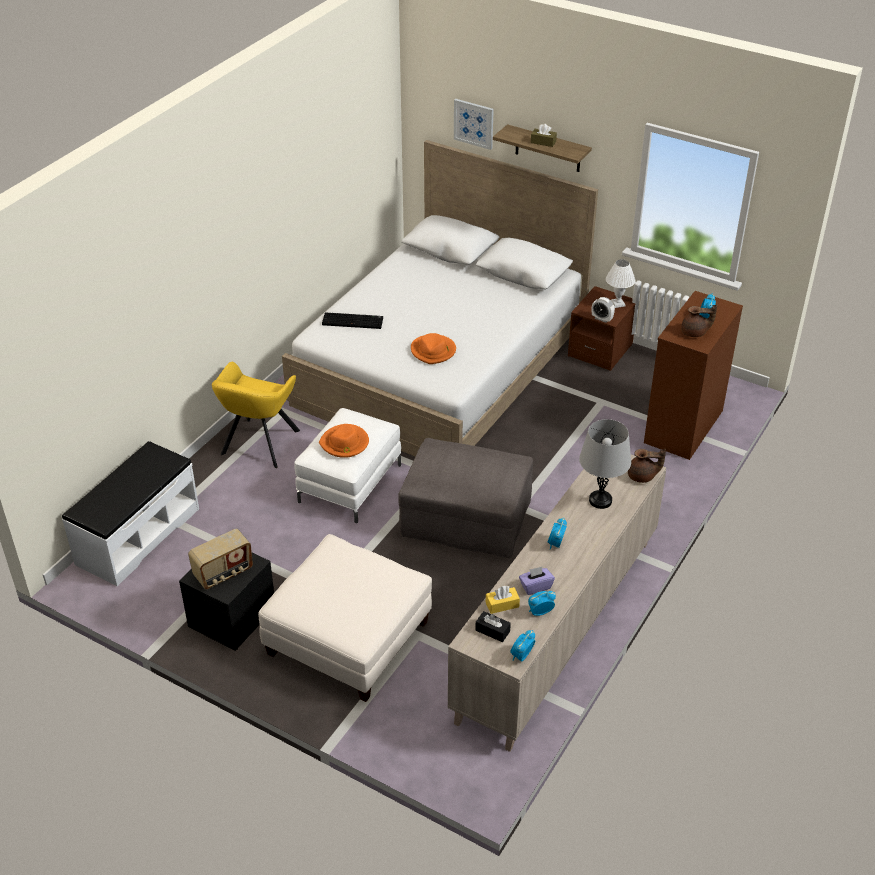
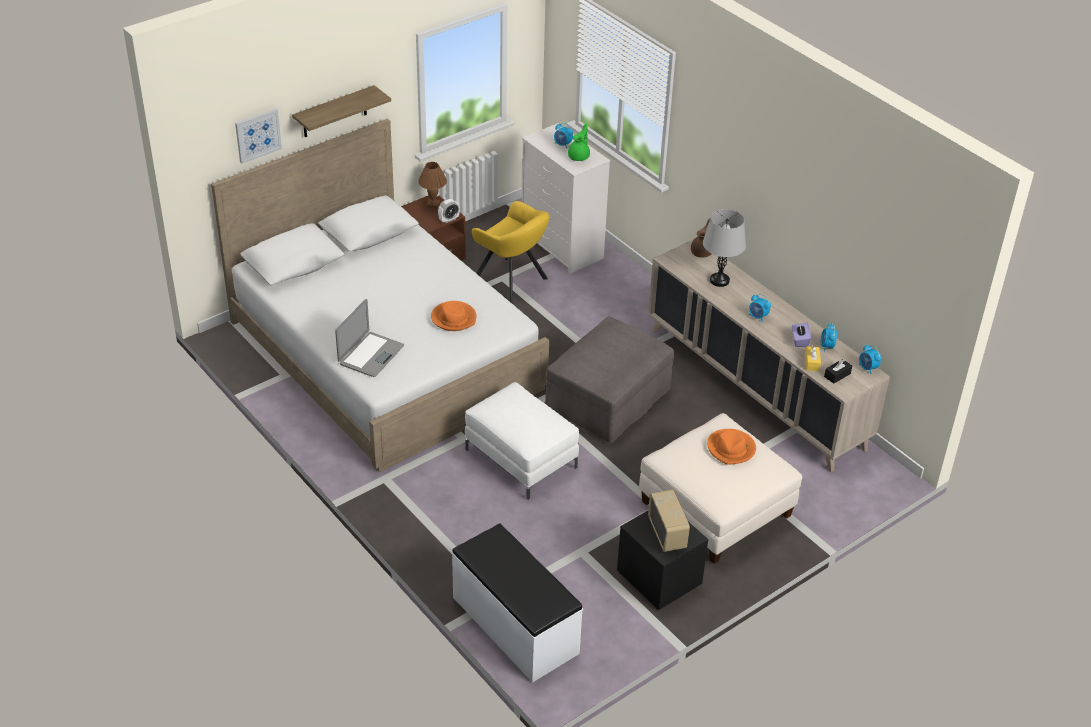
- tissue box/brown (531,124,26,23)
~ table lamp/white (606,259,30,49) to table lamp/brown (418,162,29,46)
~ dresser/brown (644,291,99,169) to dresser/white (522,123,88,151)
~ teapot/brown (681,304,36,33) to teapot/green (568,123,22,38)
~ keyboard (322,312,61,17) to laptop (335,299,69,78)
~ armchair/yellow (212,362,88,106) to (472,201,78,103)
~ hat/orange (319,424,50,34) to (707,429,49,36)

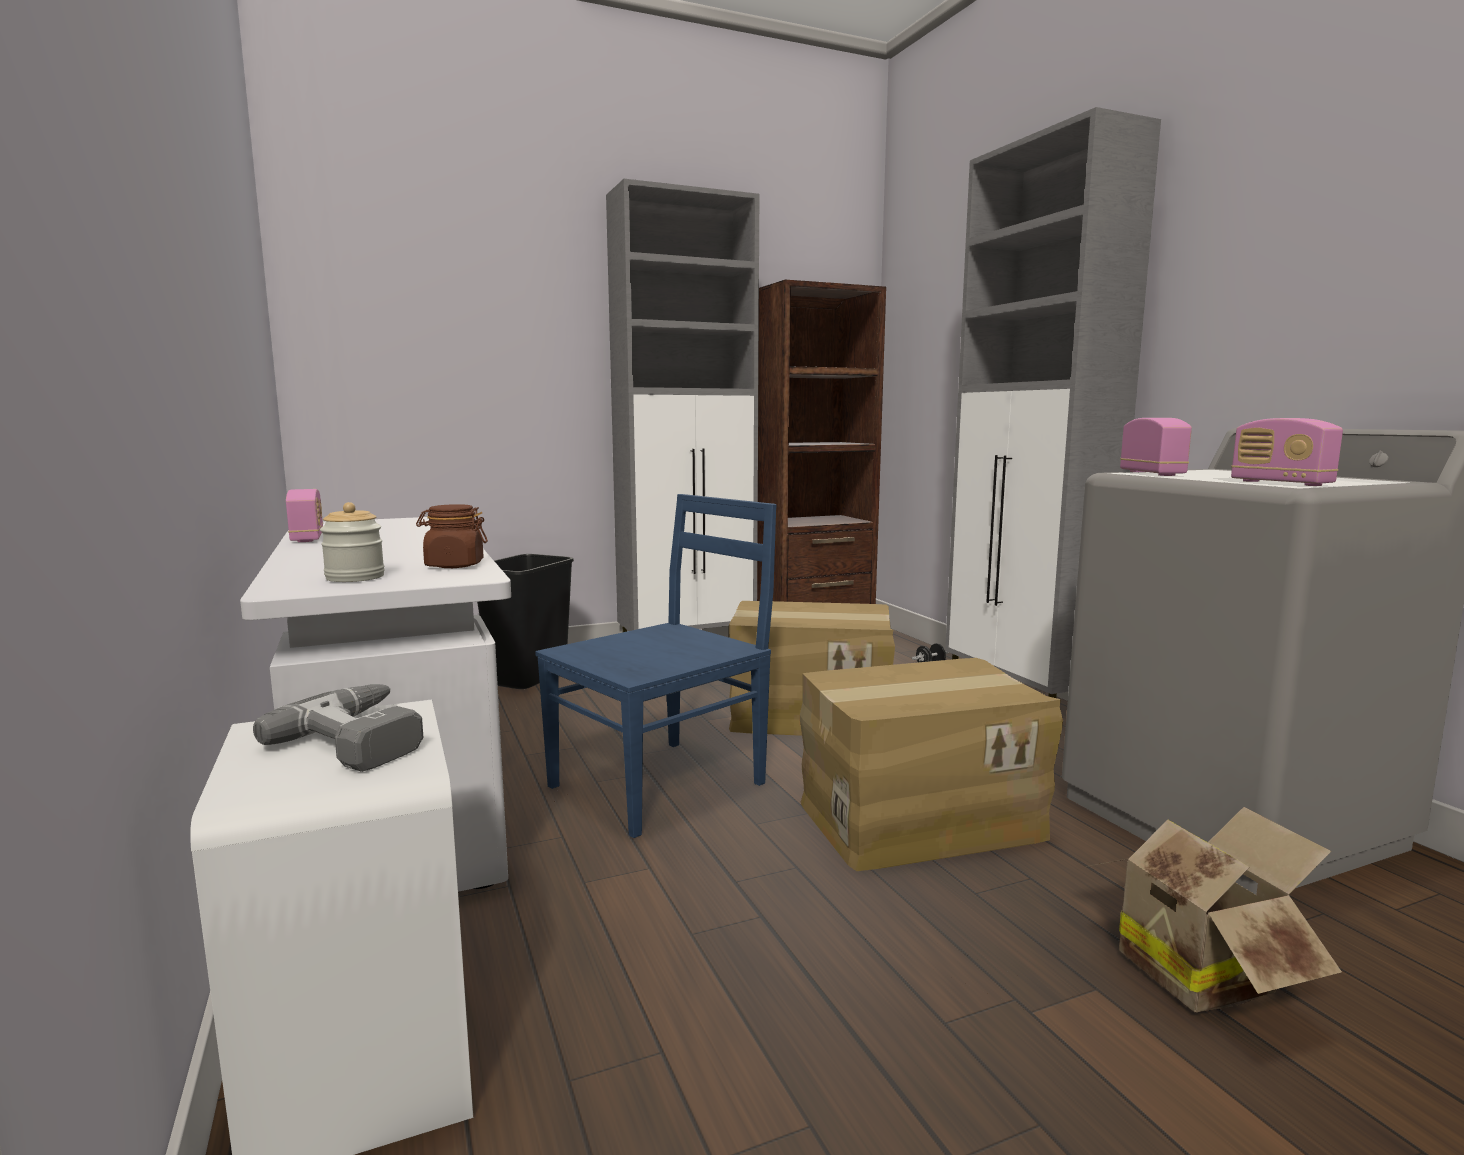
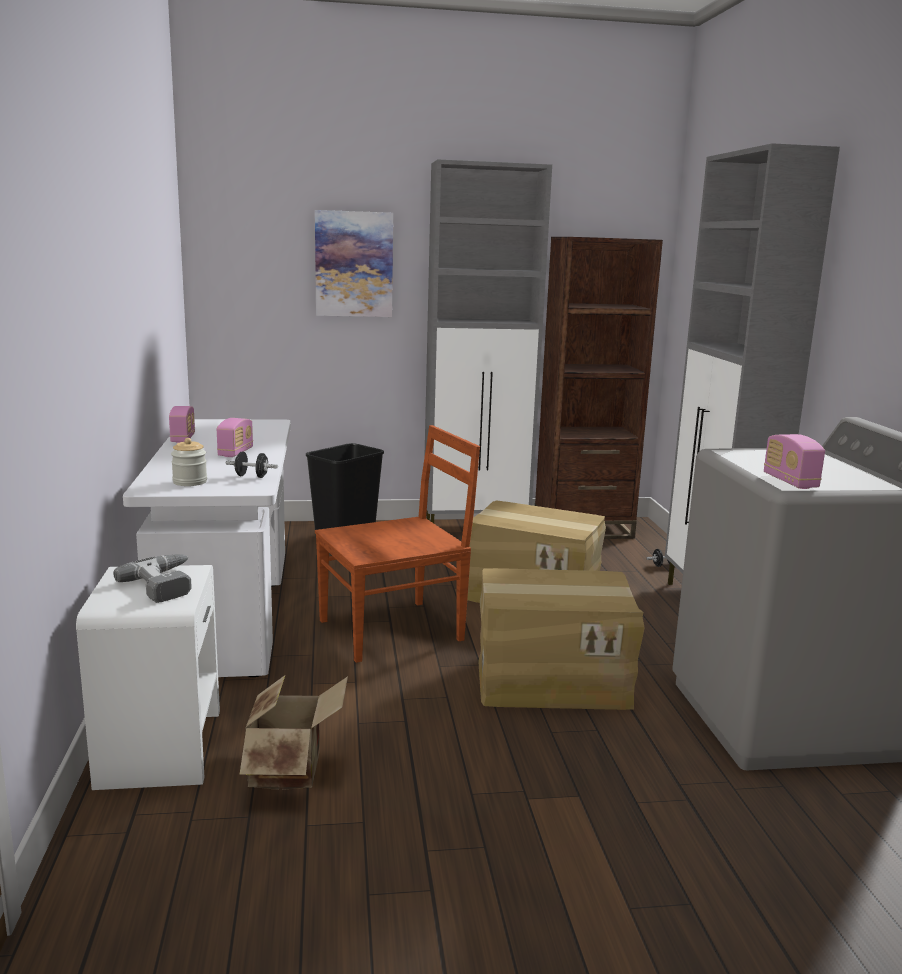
~ radio (1120,418,72,58) to (217,418,36,39)
~ chair/blue (535,494,242,344) to chair/brown (315,425,165,238)
~ jar/brown (416,504,72,64) to dumbbell/black (226,451,52,27)
~ cardboard box (1085,807,257,206) to (240,675,108,115)
+ picture (315,210,78,107)

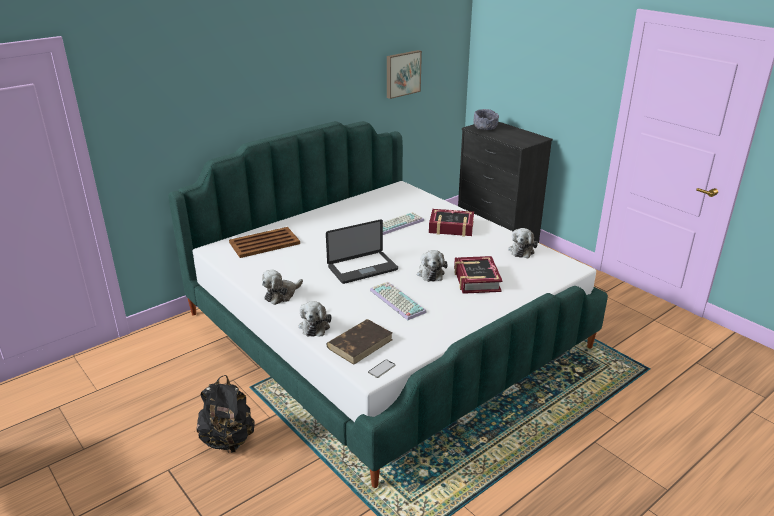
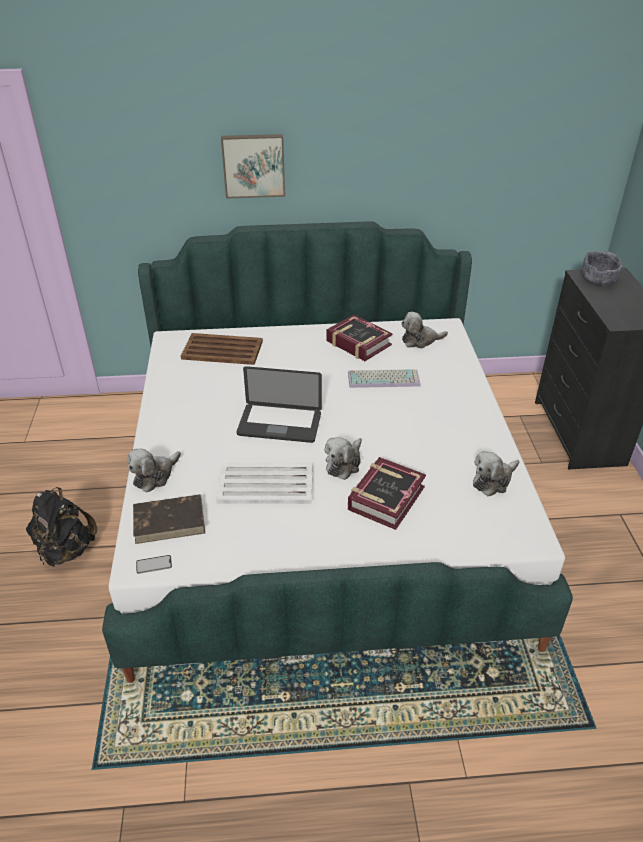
~ picture (387,50,35,49) to (221,134,64,65)
~ book (429,209,45,28) to (326,315,67,46)
~ plush toy (262,270,41,35) to (401,312,47,36)
~ keyboard (370,282,57,38) to tray/white (216,463,96,41)

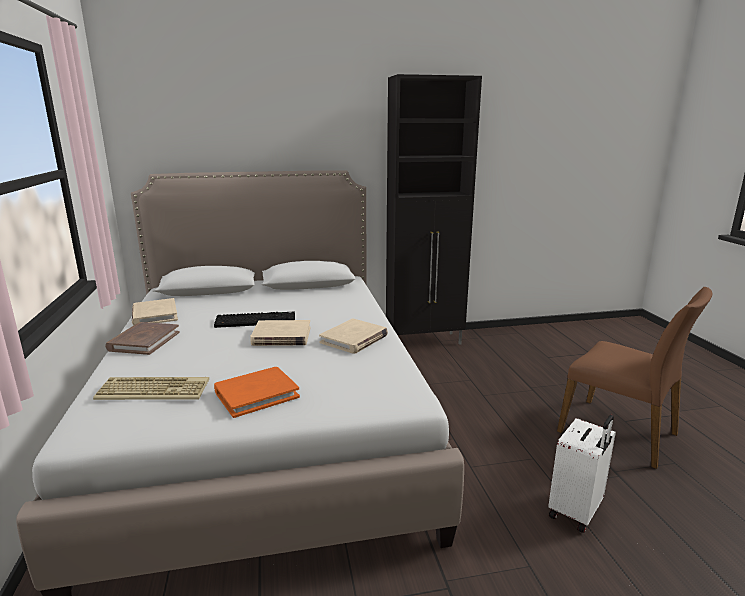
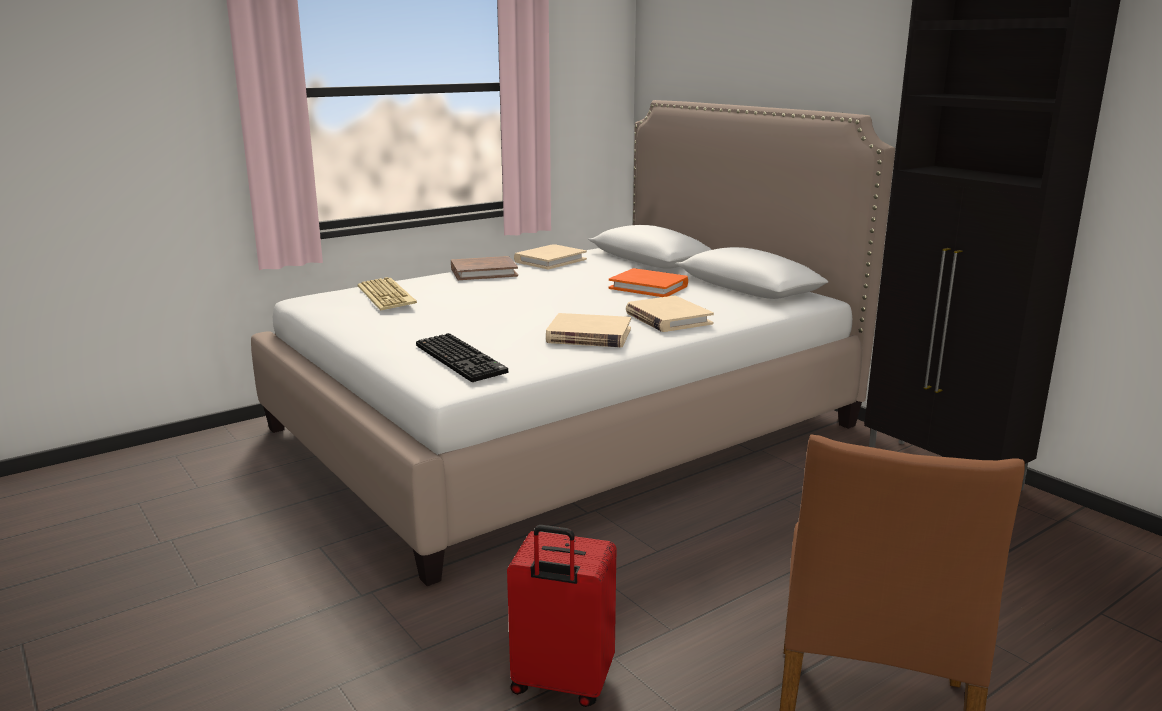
~ keyboard (214,312,81,16) to (416,333,93,49)
~ book/beige (250,320,60,26) to (626,295,88,37)
~ book/orange (214,367,86,51) to (609,268,79,29)
~ suitcase/white (548,415,68,118) to suitcase/red (507,525,109,182)

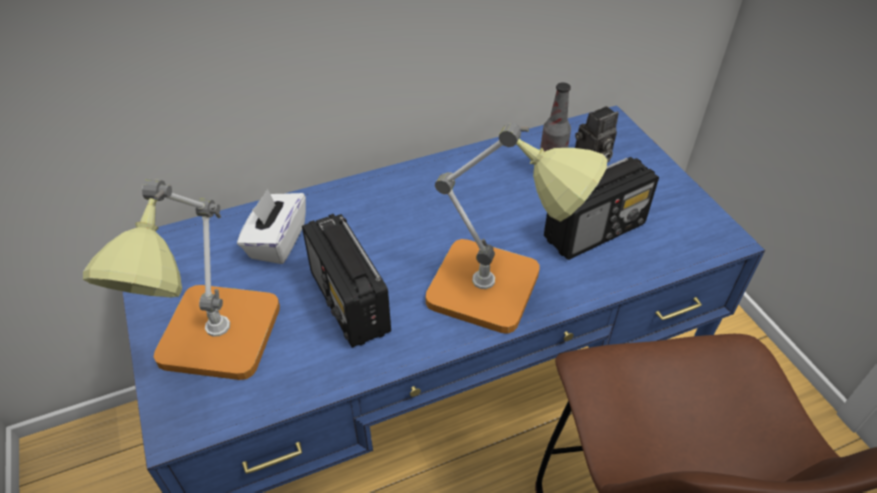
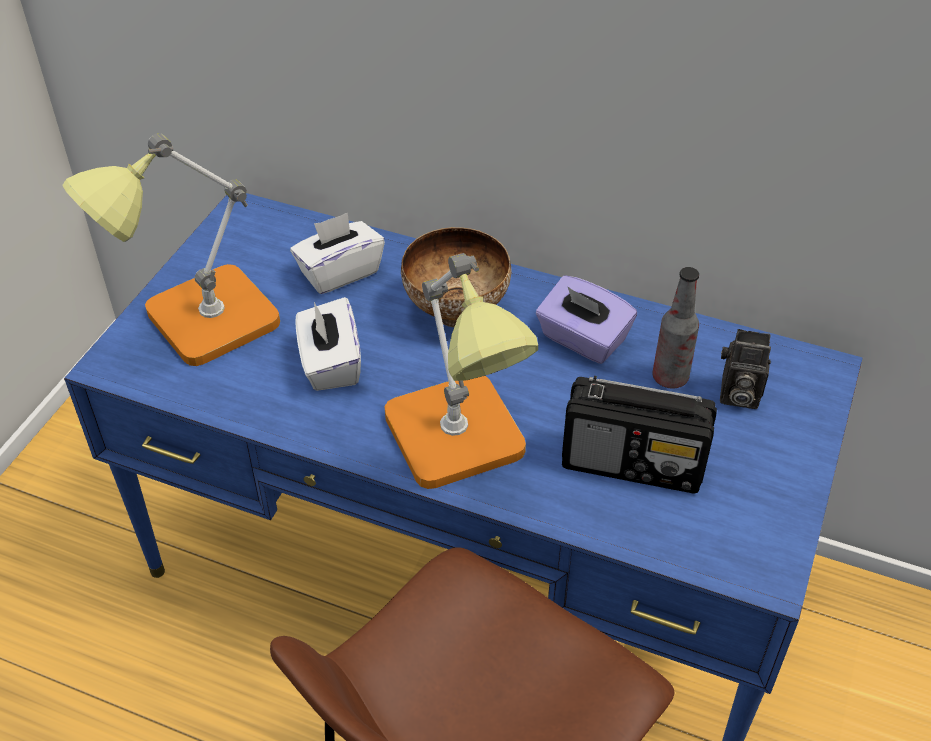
~ radio (302,214,89,134) to tissue box/white (295,297,66,94)
+ bowl (401,227,111,100)
+ tissue box/purple (536,275,101,89)

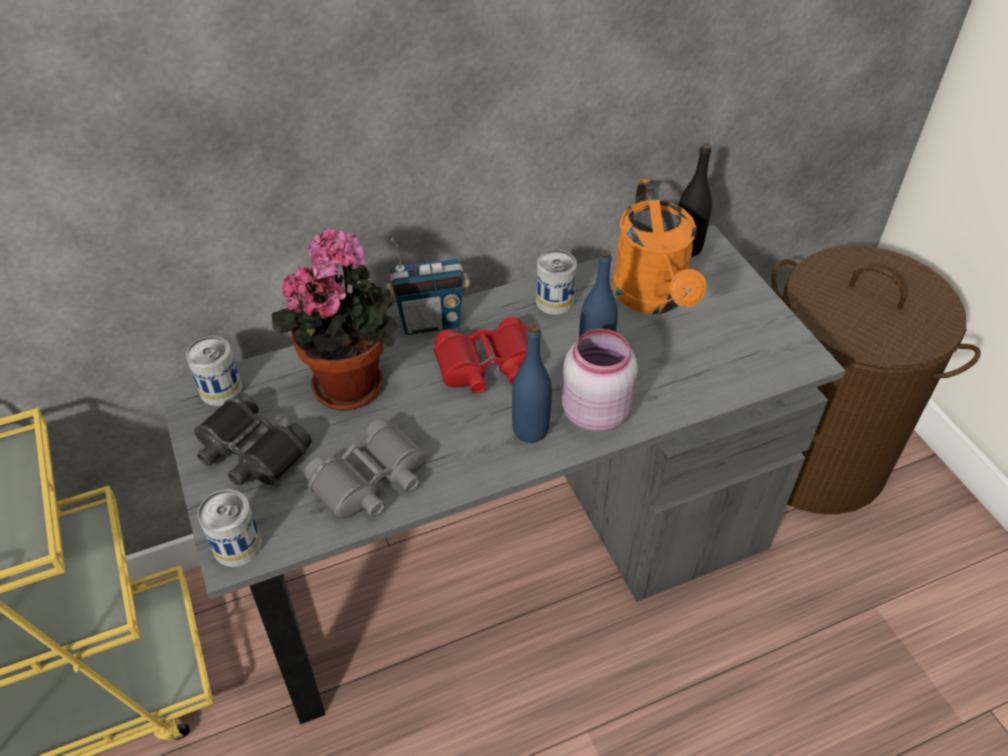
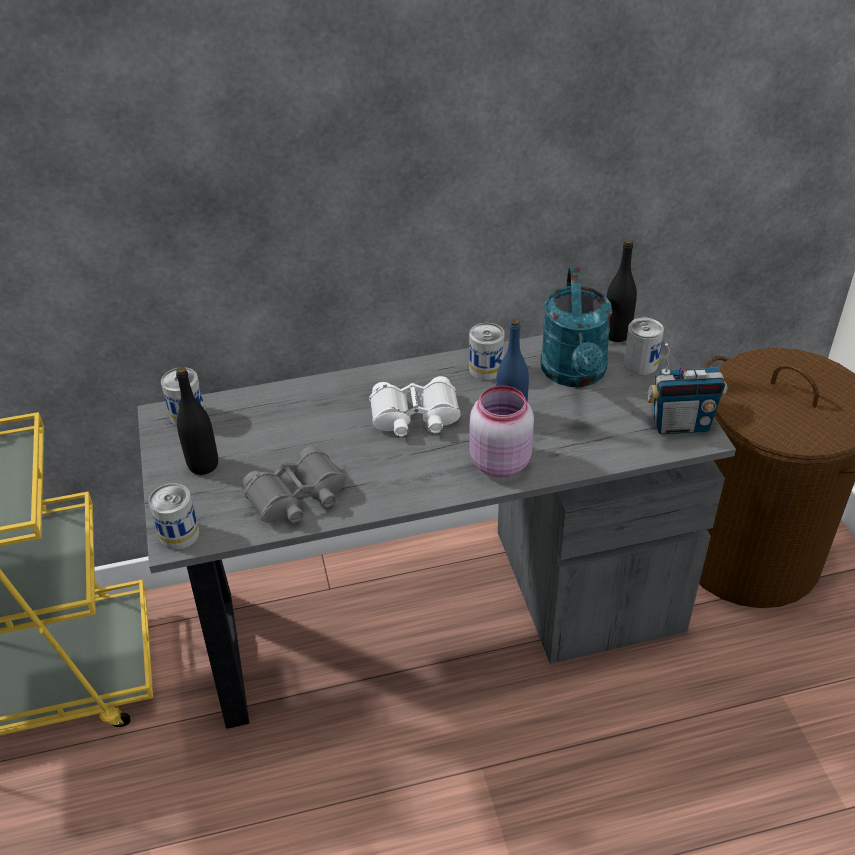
~ watering can/orange (612,179,95,135) to watering can/turquoise (540,267,72,120)
- potted plant (272,228,128,182)
~ radio (385,238,85,97) to (647,343,81,91)
~ binoculars/red (433,317,95,76) to binoculars/white (369,376,92,61)
- bottle/blue (512,324,40,119)
~ binoculars/black (194,392,118,94) to bottle/black (176,367,42,108)
+ can (624,318,40,57)

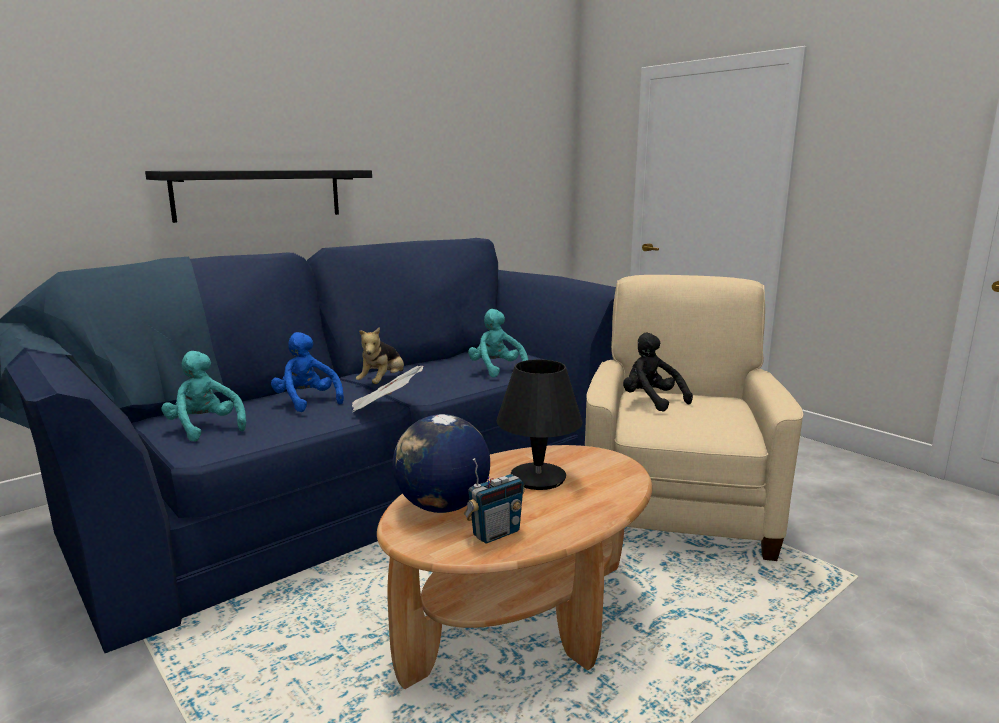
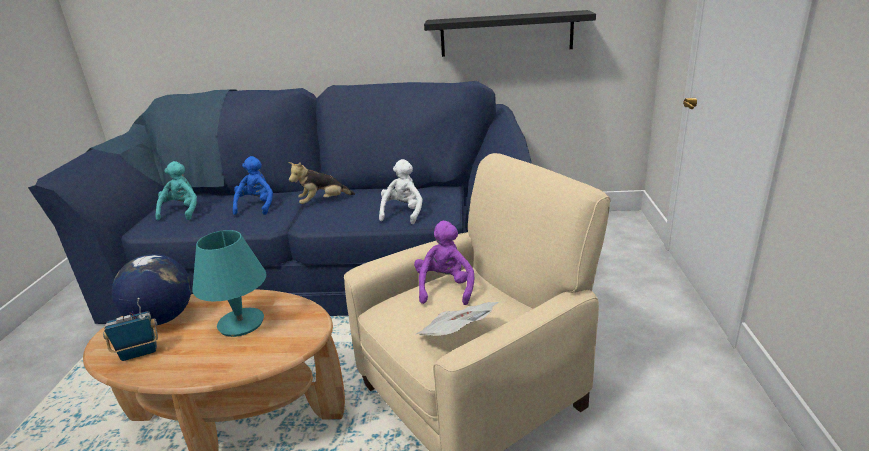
~ shelf/black (145,170,227,53) to (424,10,172,47)
~ plush toy/turquoise (468,309,60,69) to plush toy/white (379,159,44,65)
~ plush toy/black (623,333,70,79) to plush toy/purple (414,221,60,84)
~ table lamp/black (496,359,87,131) to table lamp/turquoise (193,230,74,107)
~ newspaper (352,366,71,46) to (416,302,83,34)
~ radio (464,458,61,86) = (103,298,55,63) 150 degrees clockwise

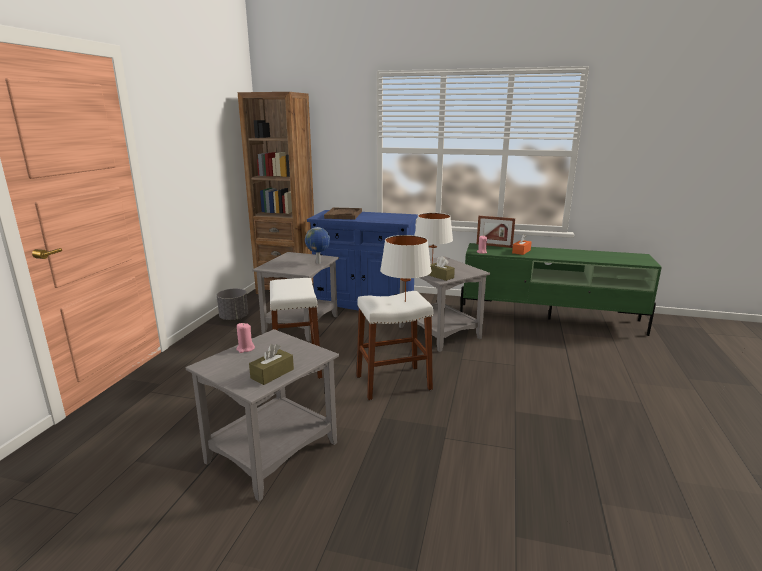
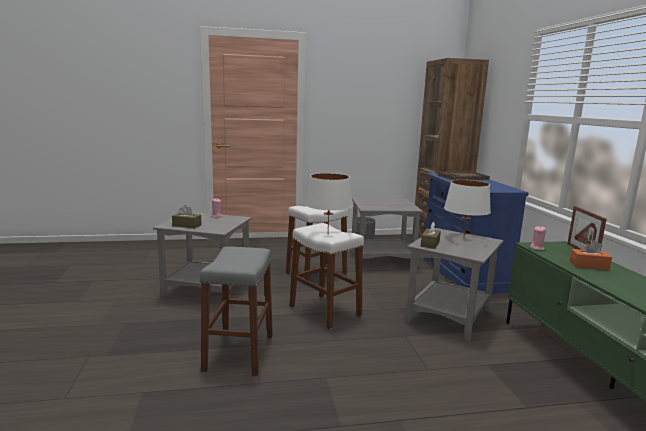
- globe (305,227,25,37)
+ stool/grey (200,246,73,130)

